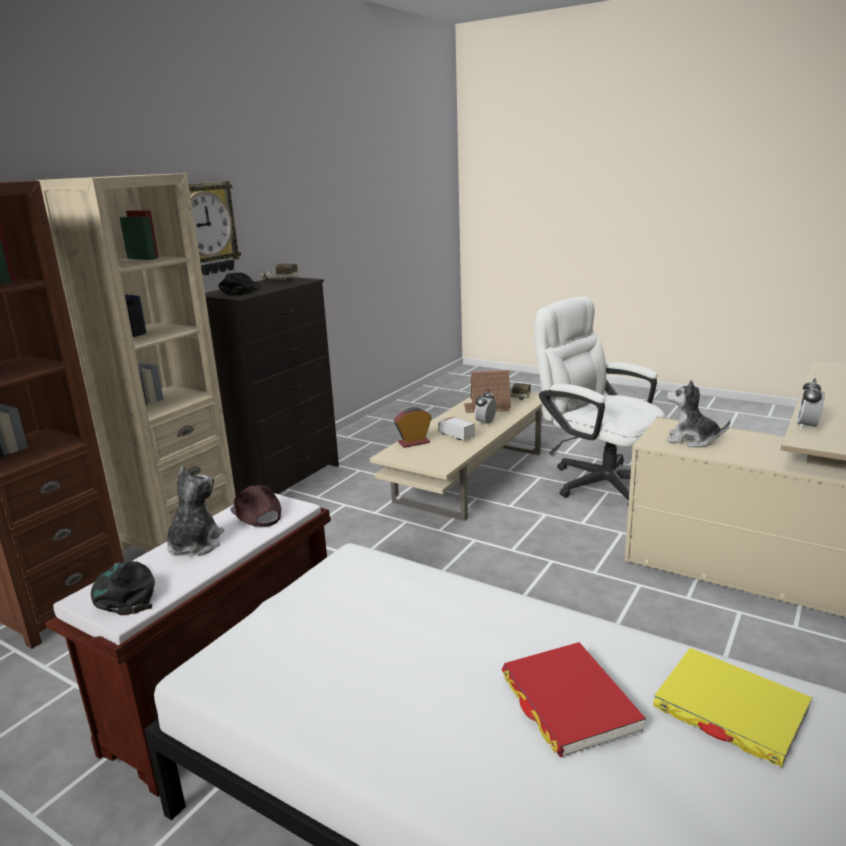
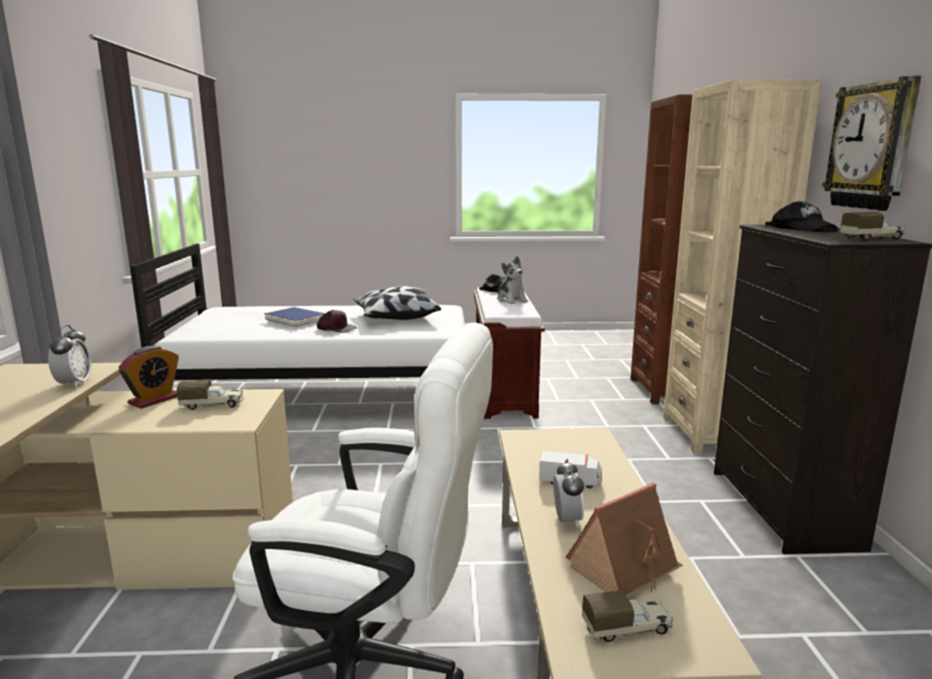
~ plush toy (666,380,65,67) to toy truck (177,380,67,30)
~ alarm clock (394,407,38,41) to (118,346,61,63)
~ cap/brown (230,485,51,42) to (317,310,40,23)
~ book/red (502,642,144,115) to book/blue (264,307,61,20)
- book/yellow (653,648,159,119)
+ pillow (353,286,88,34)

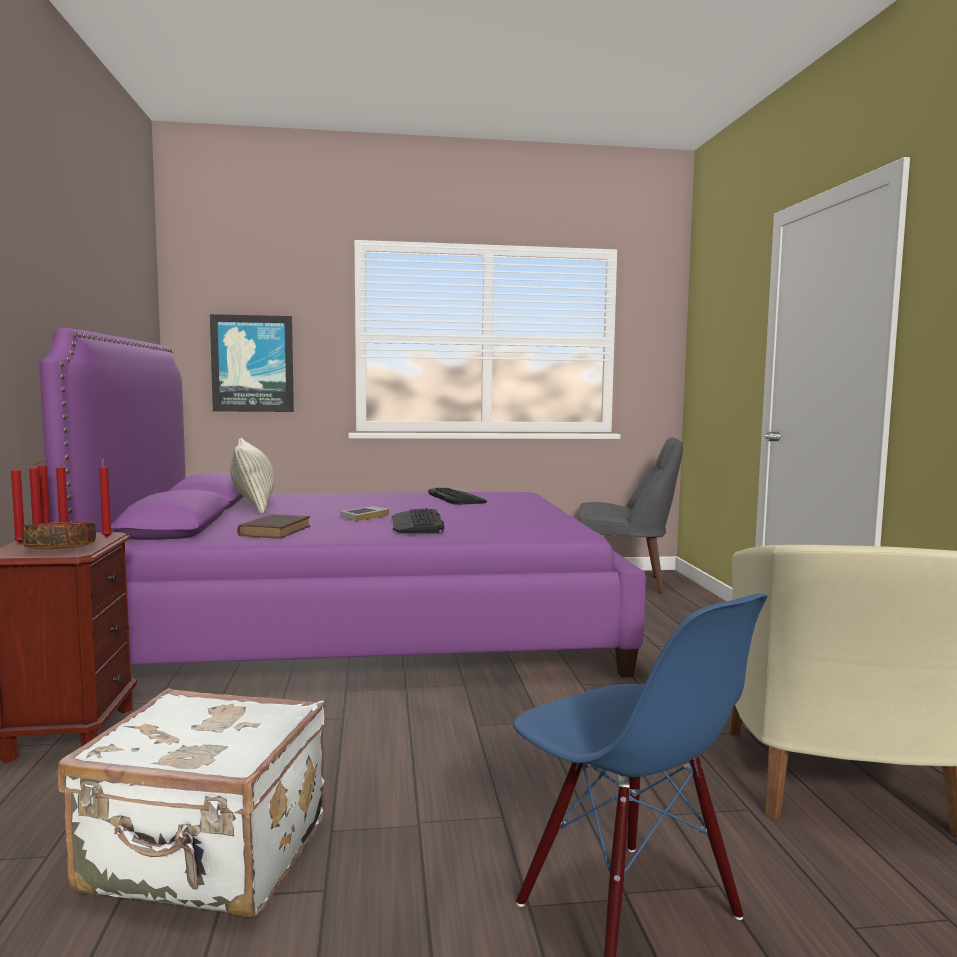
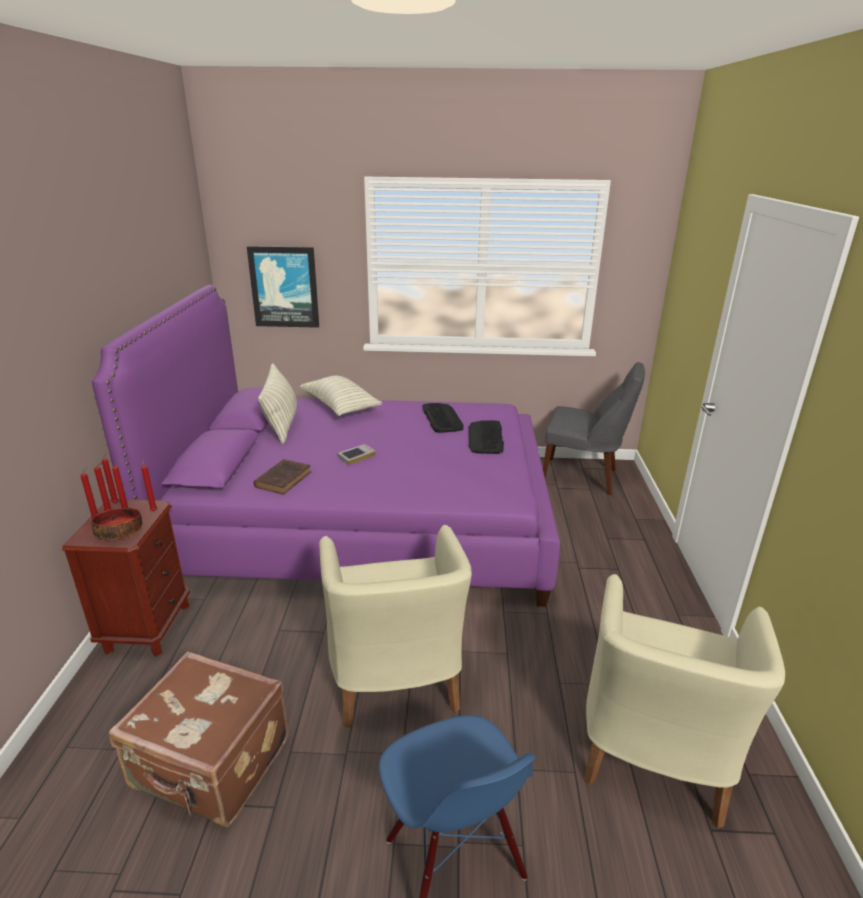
~ keyboard (392,508,52,25) to (468,420,36,34)
~ suitcase/white (58,688,268,229) to suitcase/brown (109,651,180,176)
+ pillow (299,376,83,40)
+ armchair/beige (319,525,153,203)

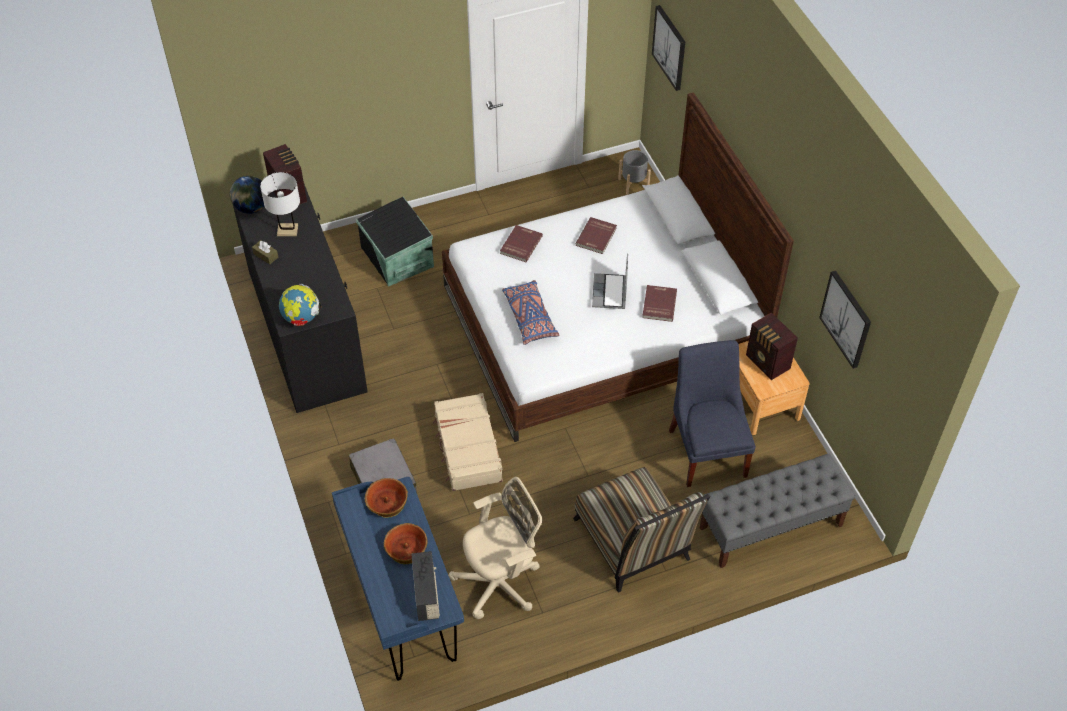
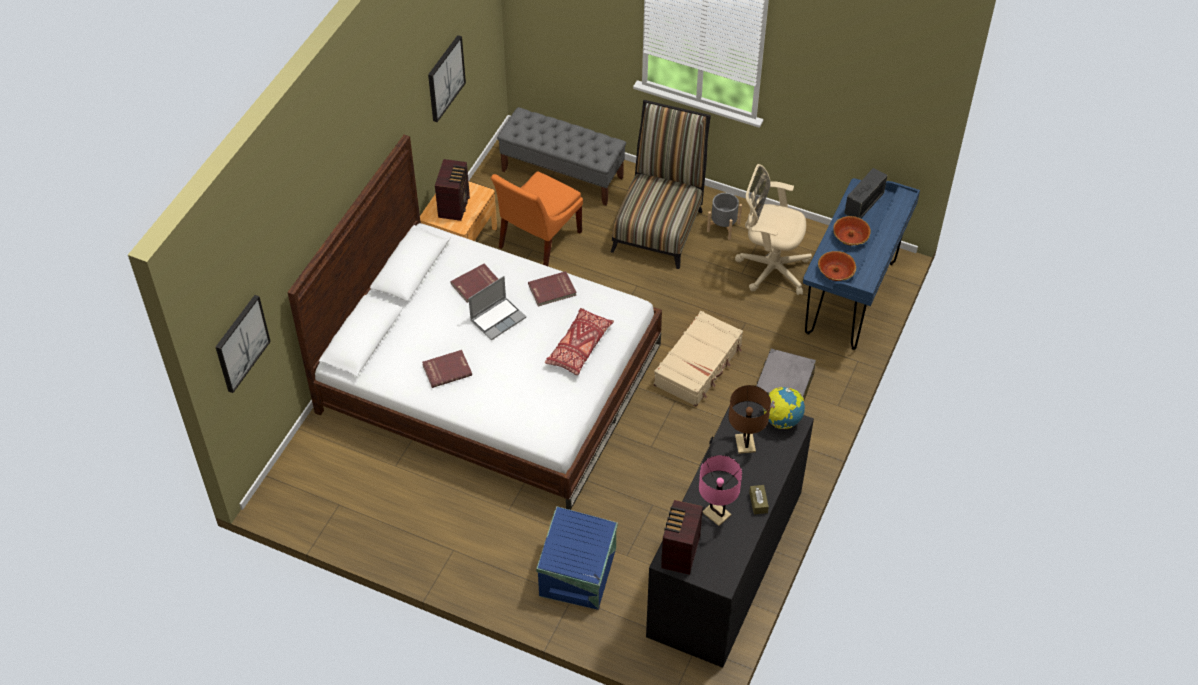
~ planter/grey (618,150,33,45) to (707,193,35,47)
~ table lamp/white (260,172,40,64) to table lamp/pink (699,455,43,71)
- globe (230,176,34,38)
~ storage box/black (356,197,78,90) to storage box/blue (536,506,82,104)
~ book/red (500,225,43,37) to (528,271,48,36)
~ pillow/blue (502,280,58,65) to pillow/red (545,308,69,67)
~ chair/blue (669,340,87,147) to chair/orange (491,171,92,95)
+ table lamp/brown (728,385,43,69)

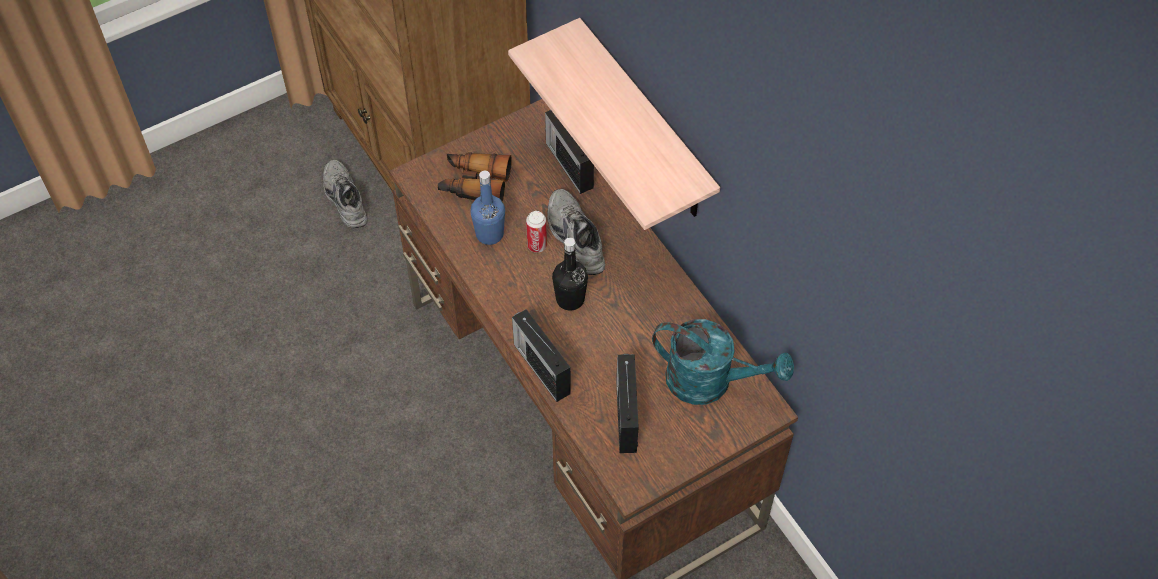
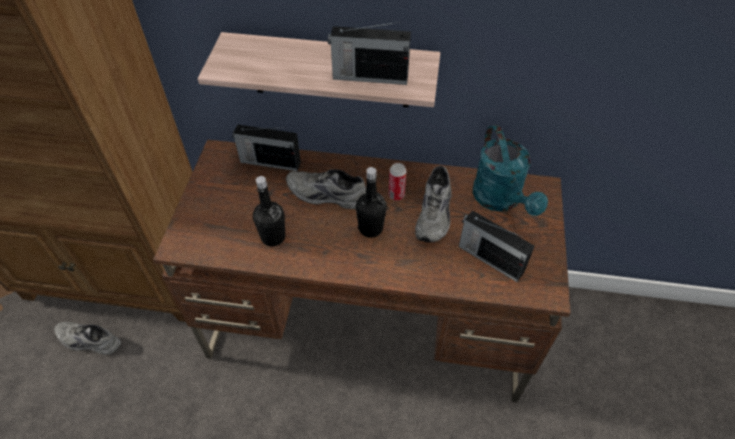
- binoculars (438,152,74,50)
~ bottle/blue (470,171,35,74) to bottle/black (253,176,32,71)
~ can (526,211,21,42) to (389,163,17,38)
~ radio (512,309,59,93) to (328,22,83,63)
~ watering can/turquoise (652,319,142,86) = (473,125,75,91) 105 degrees clockwise
+ shoe/grey (415,166,37,76)

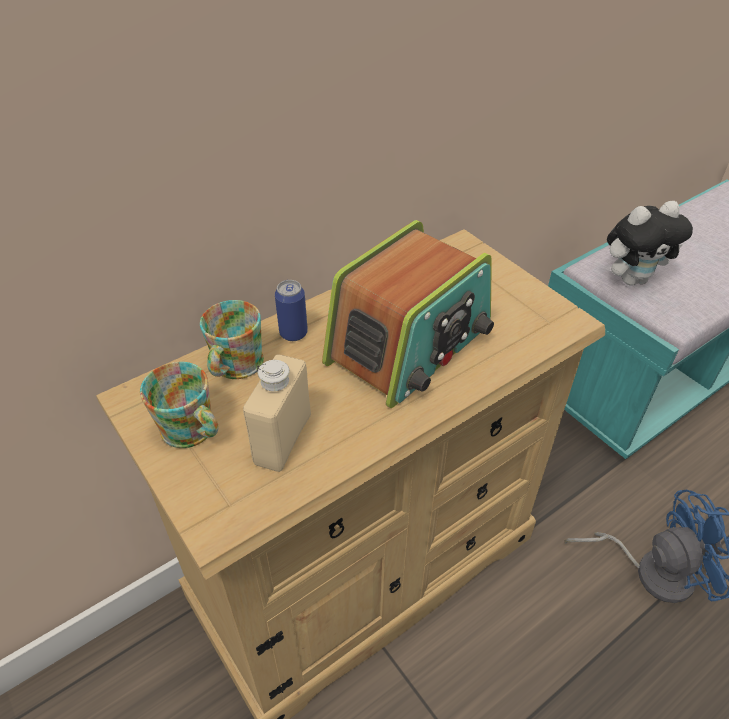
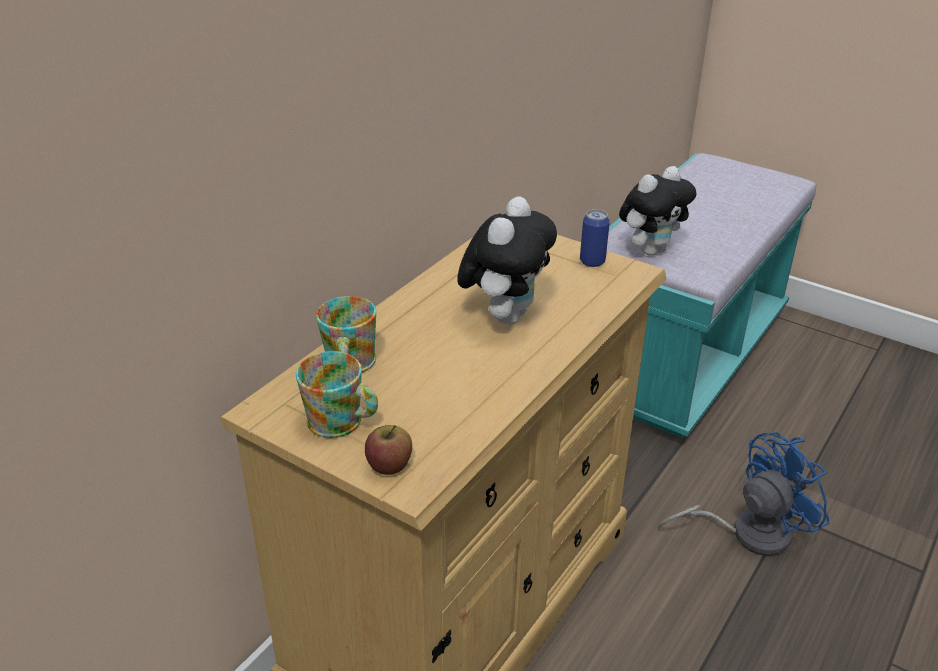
~ radio (322,220,172,188) to plush toy (457,197,100,128)
~ can (275,280,33,61) to (580,209,30,58)
- bottle/beige (243,354,68,118)
+ apple (365,425,47,50)

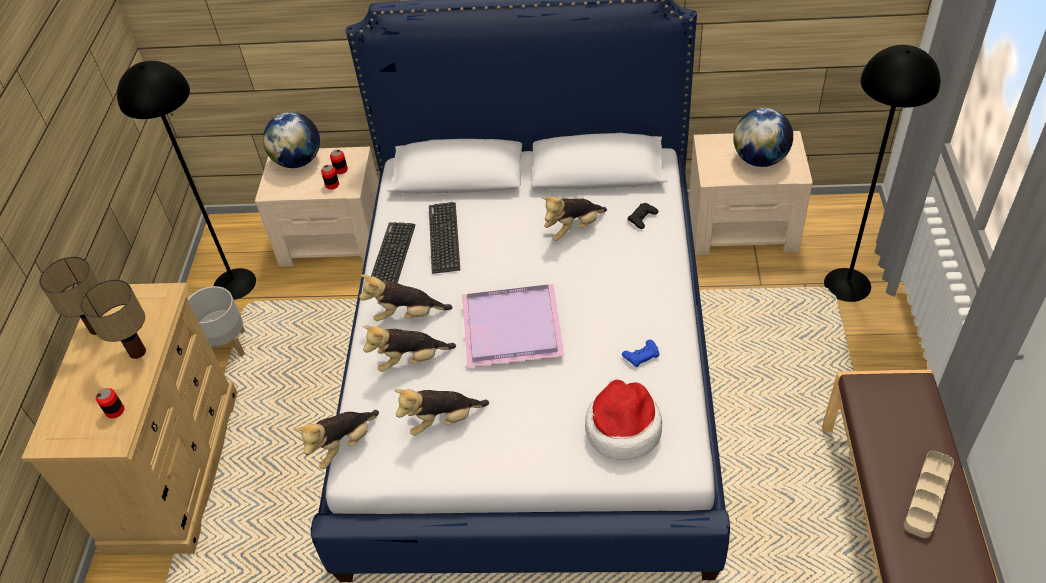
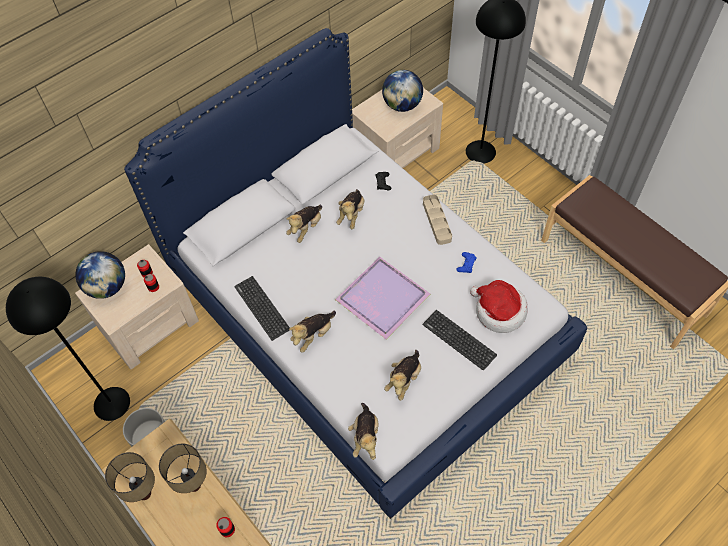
~ keyboard (429,202,31,72) to (422,310,75,60)
~ plush toy (363,325,93,47) to (286,205,36,38)
~ tray/beige (904,451,50,87) to (423,195,29,50)

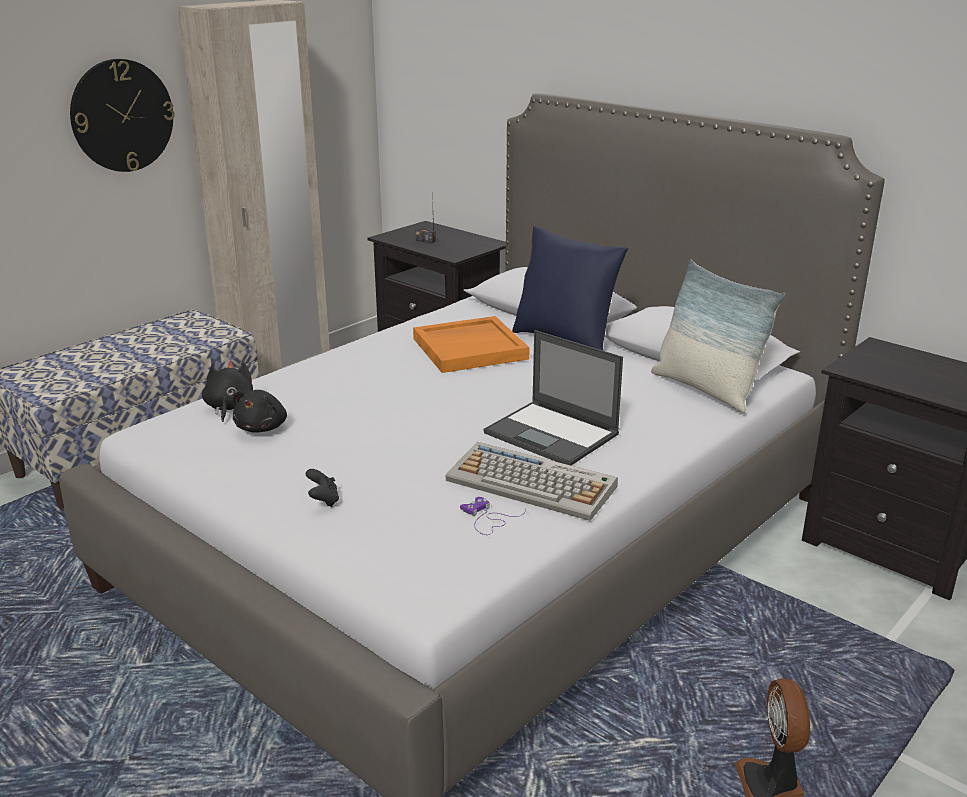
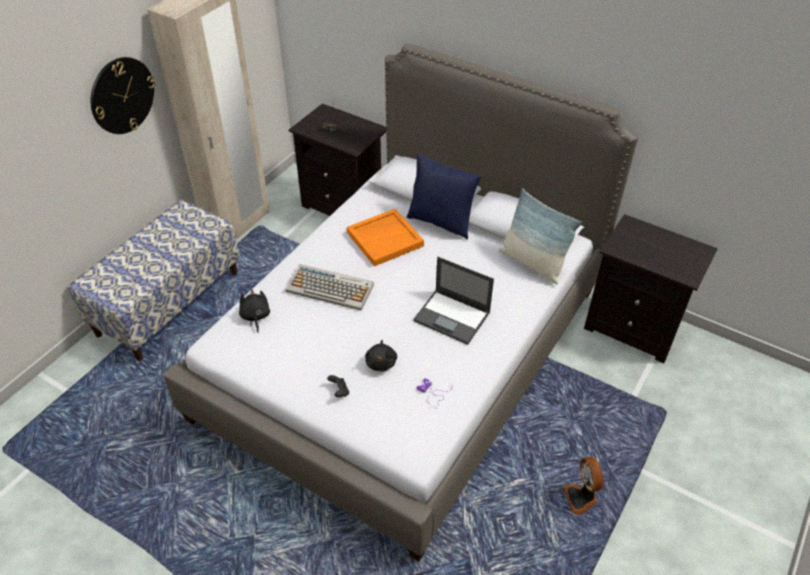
~ plush toy/black (232,390,55,43) to (365,340,32,31)
~ keyboard (445,442,173,79) to (286,264,88,46)

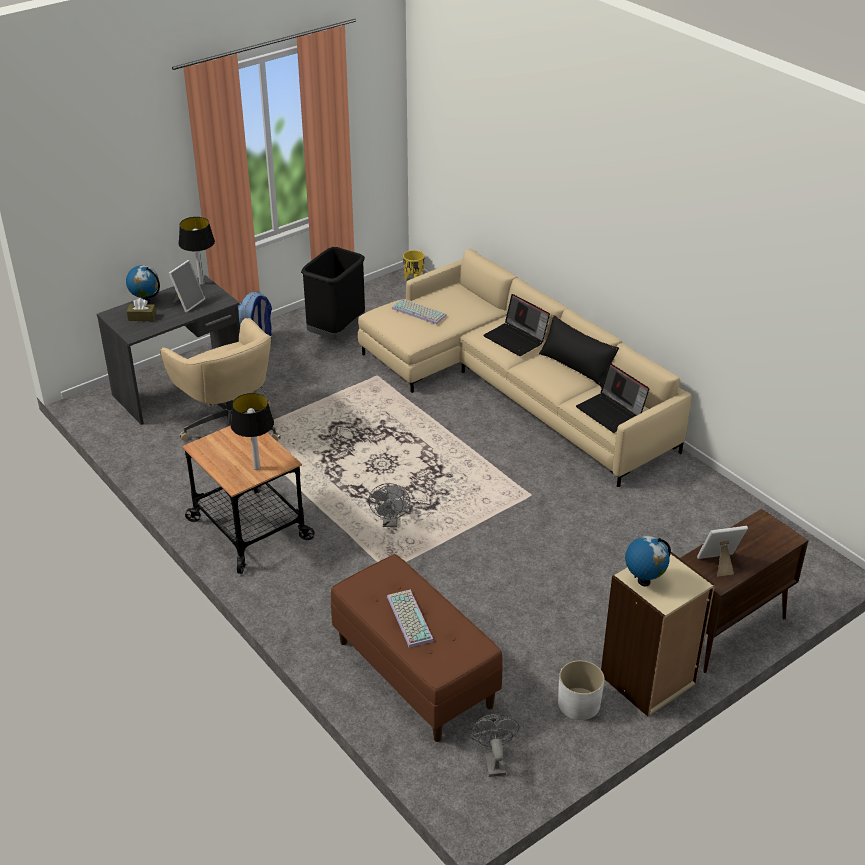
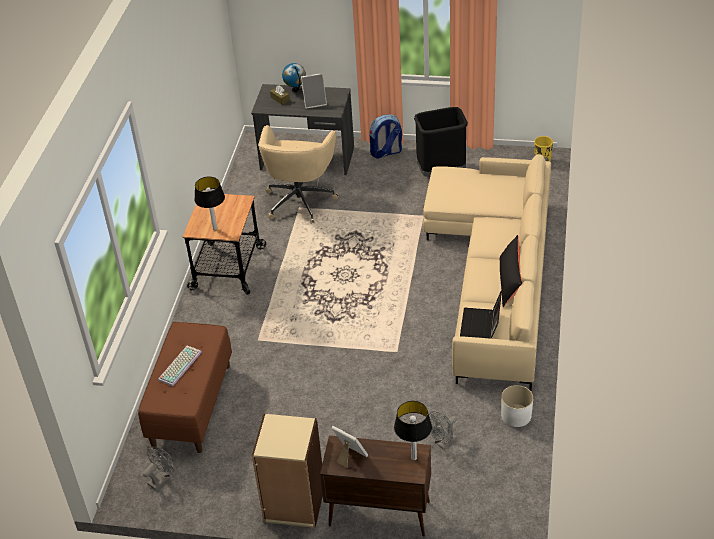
~ table lamp (179,217,36,68) to (394,401,38,60)
- laptop (483,294,67,62)
- keyboard (392,299,55,25)
~ fan/grey (368,483,42,44) to (429,411,28,38)
- globe (625,536,46,50)
~ planter/white (558,660,46,60) to (501,385,32,42)

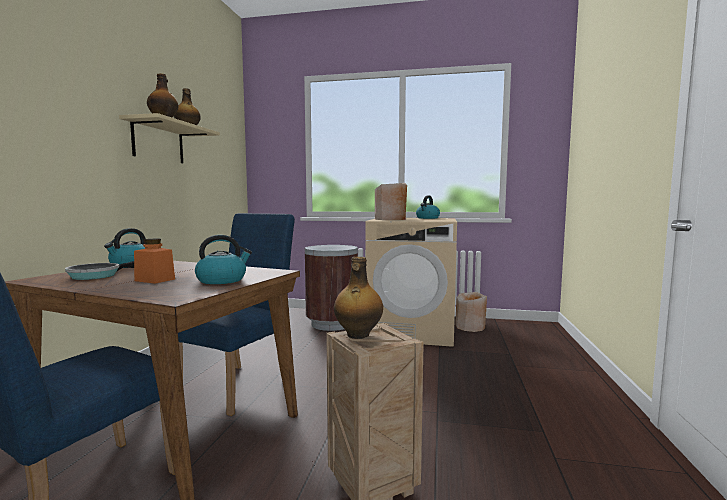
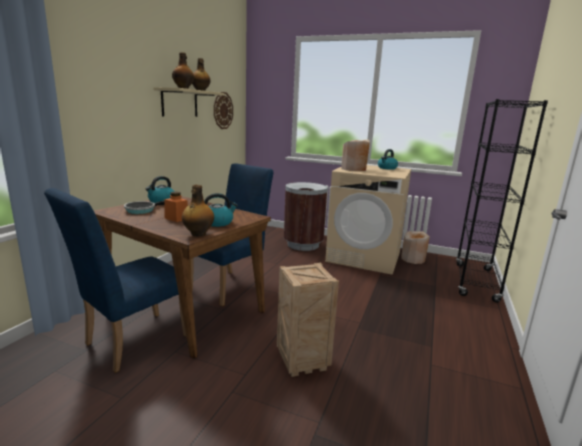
~ bottle (334,257,49,82) to (182,185,32,52)
+ wall clock (214,92,19,37)
+ bookcase/black (456,99,92,204)

